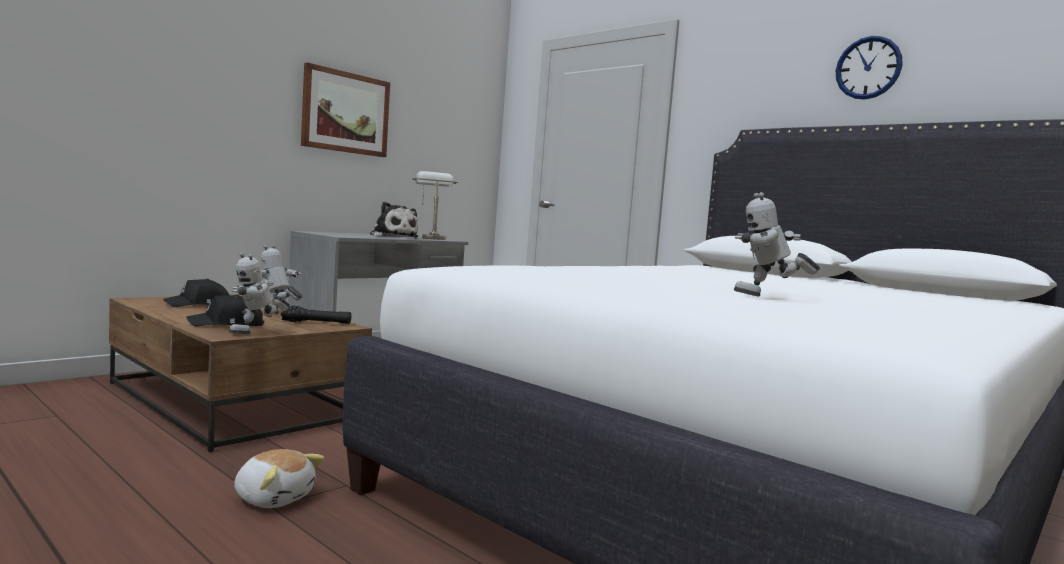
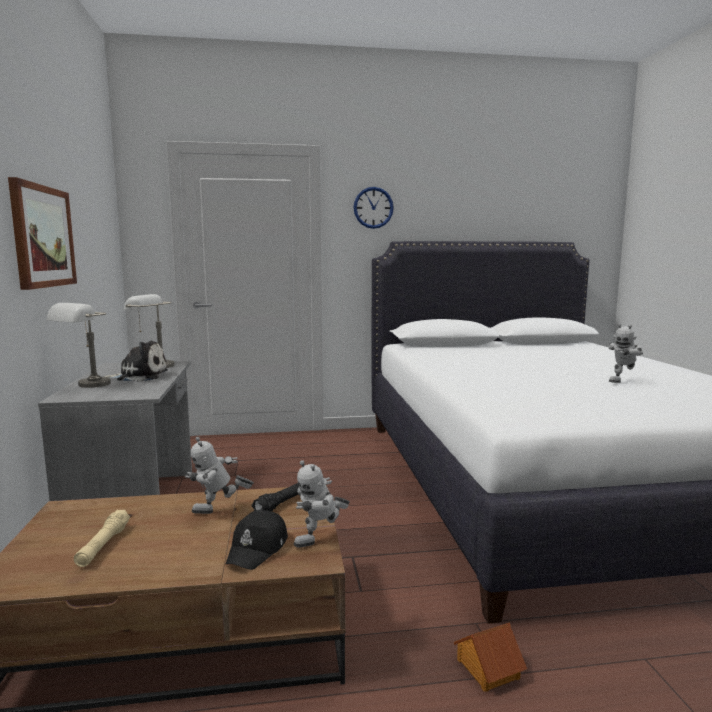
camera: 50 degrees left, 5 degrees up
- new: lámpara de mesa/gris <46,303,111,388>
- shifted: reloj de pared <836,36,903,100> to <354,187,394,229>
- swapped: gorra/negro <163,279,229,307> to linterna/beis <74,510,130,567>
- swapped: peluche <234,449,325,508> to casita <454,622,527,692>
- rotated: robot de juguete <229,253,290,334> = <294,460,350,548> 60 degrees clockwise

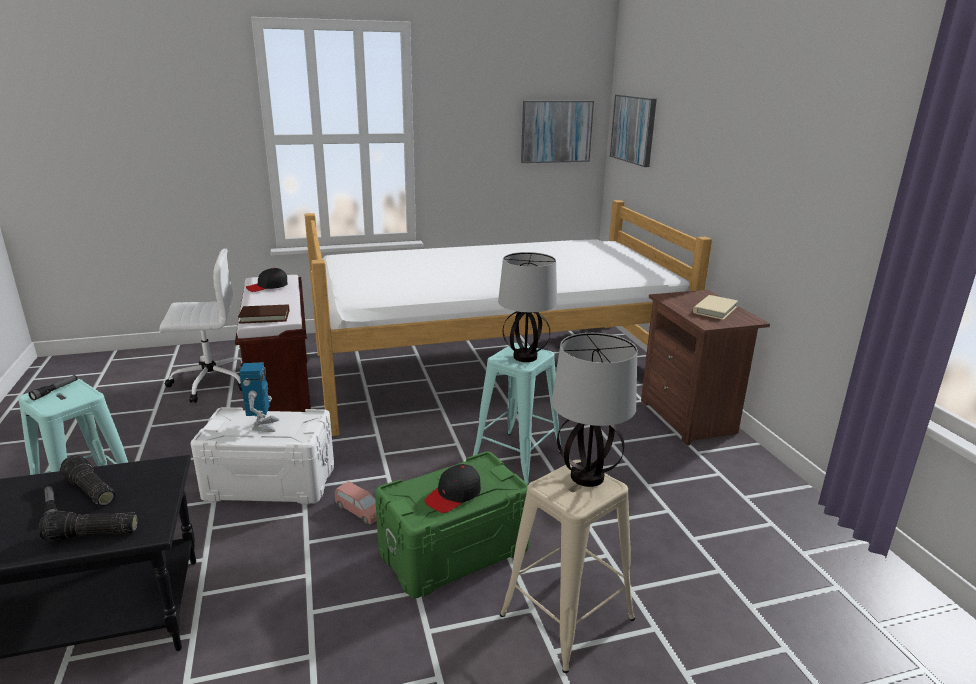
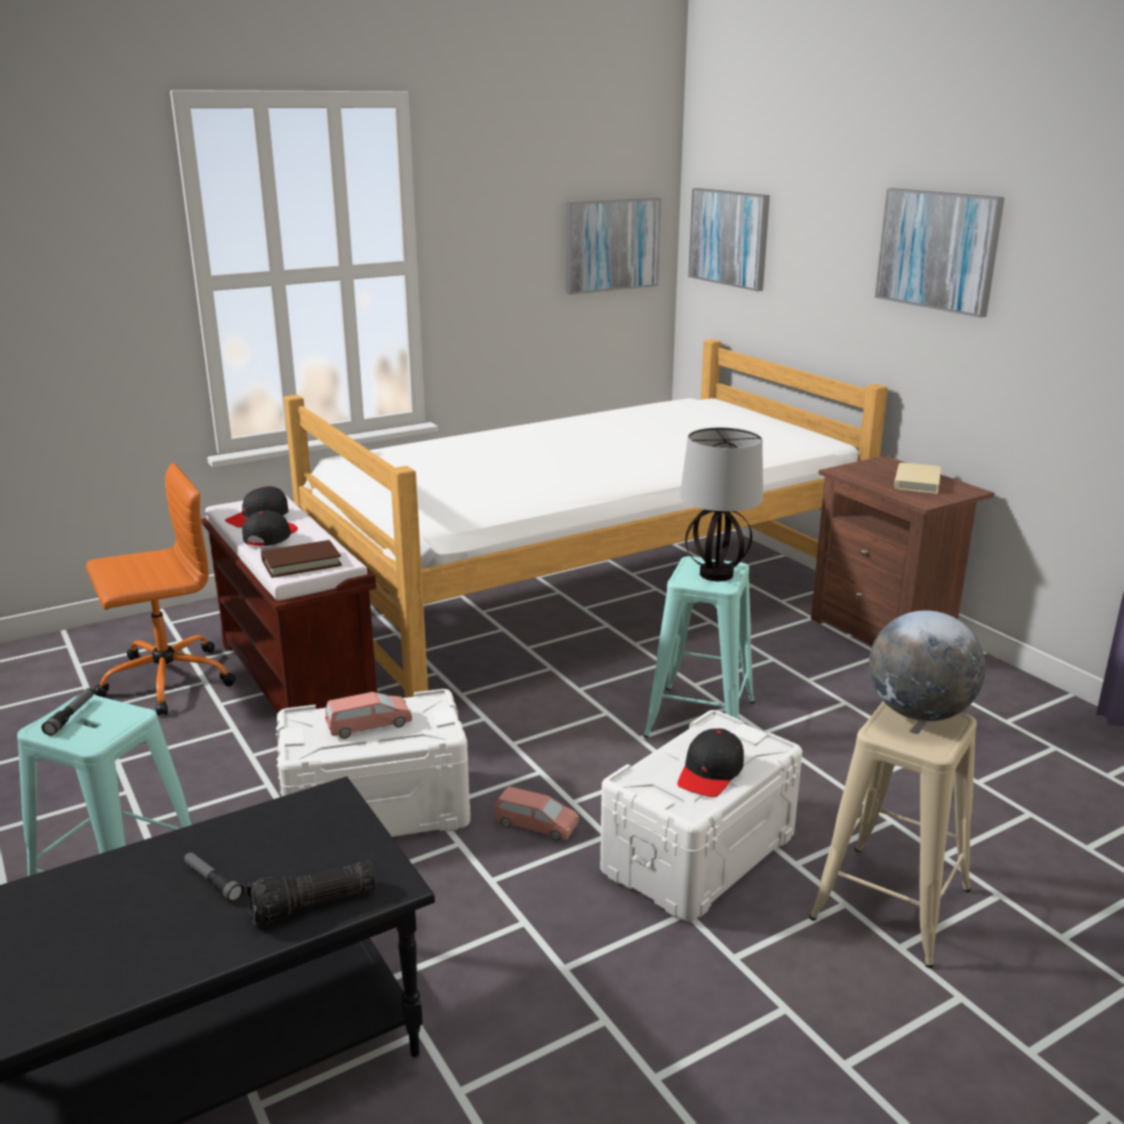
camera: 15 degrees left, 0 degrees up
- gone: linterna <60,455,115,506>
- new: gorra/negro <242,510,298,546>
- new: cuadro <875,188,1005,318>
- swapped: robot de juguete <239,362,279,432> to coche de juguete/rosa <325,692,412,739>
- swapped: lámpara de mesa <552,333,637,487> to globo terráqueo <869,610,986,722>
- repainted: silla de oficina/blanco <159,248,243,403> to silla de oficina/naranja <86,463,236,716>
- repainted: caja de almacenaje/verde <375,452,529,598> to caja de almacenaje/blanco <600,710,802,921>

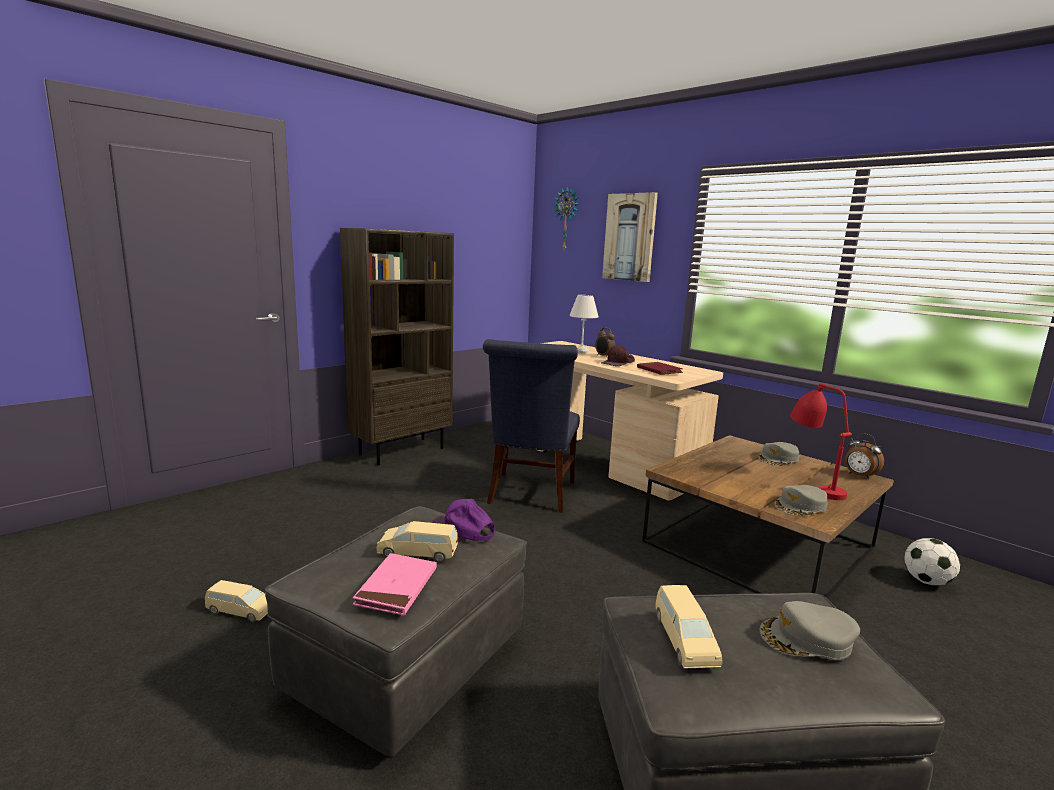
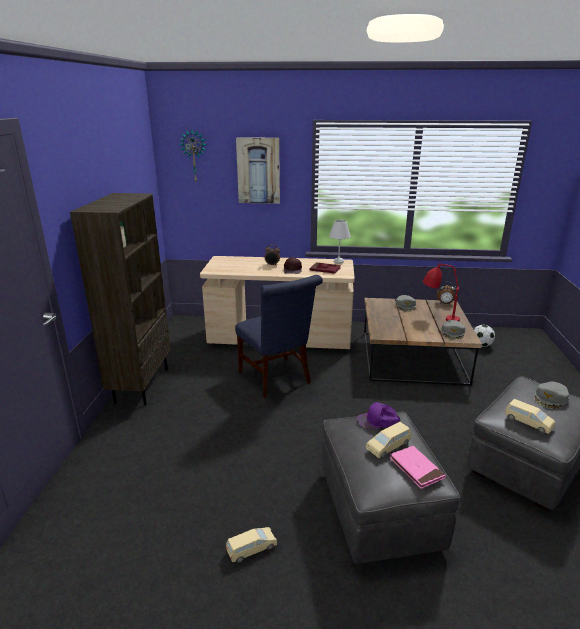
camera: 40 degrees left, 10 degrees up
- shifted: lámpara de mesa/blanco <570,295,599,353> to <329,220,351,263>

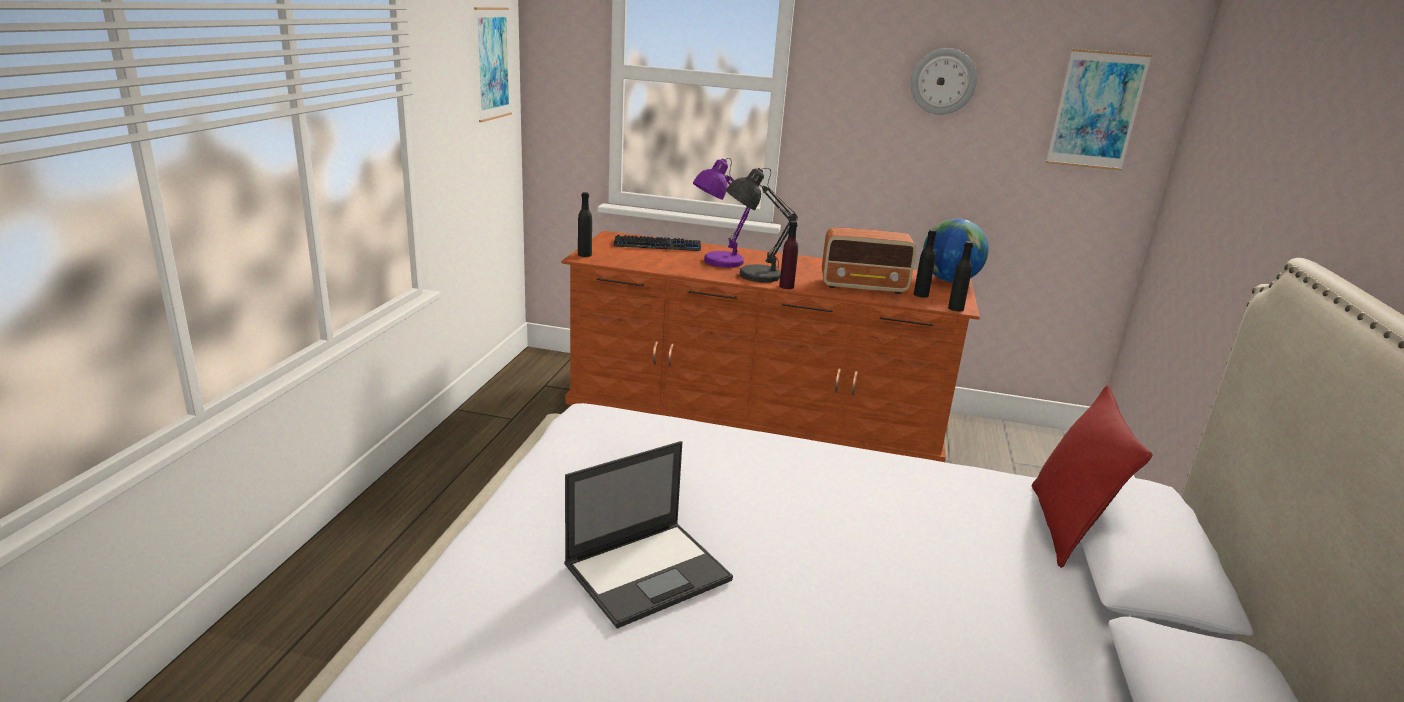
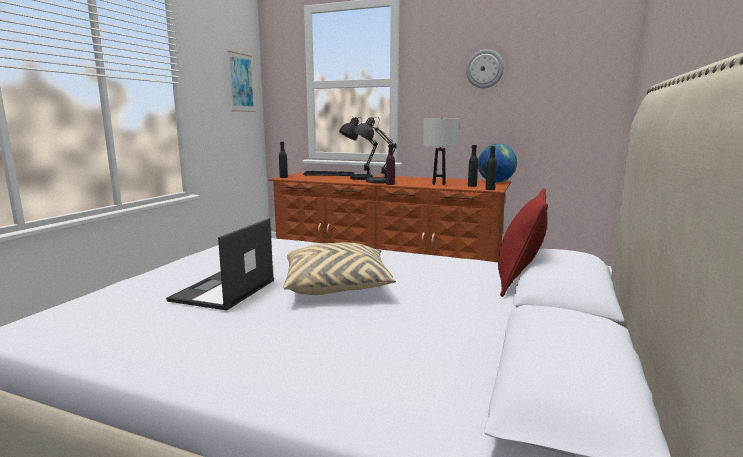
camera: 10 degrees right, 10 degrees down
- gone: cuadro <1046,49,1152,171>
- new: cojín/beis <284,243,396,295>
- swapped: radio <822,227,916,294> to lámpara de mesa/blanco <423,118,459,185>
- repainted: lámpara de mesa/morado <693,158,750,268> to lámpara de mesa/negro <339,117,378,180>
- rotated: portátil <564,441,733,629> = <166,218,274,310> 135 degrees clockwise

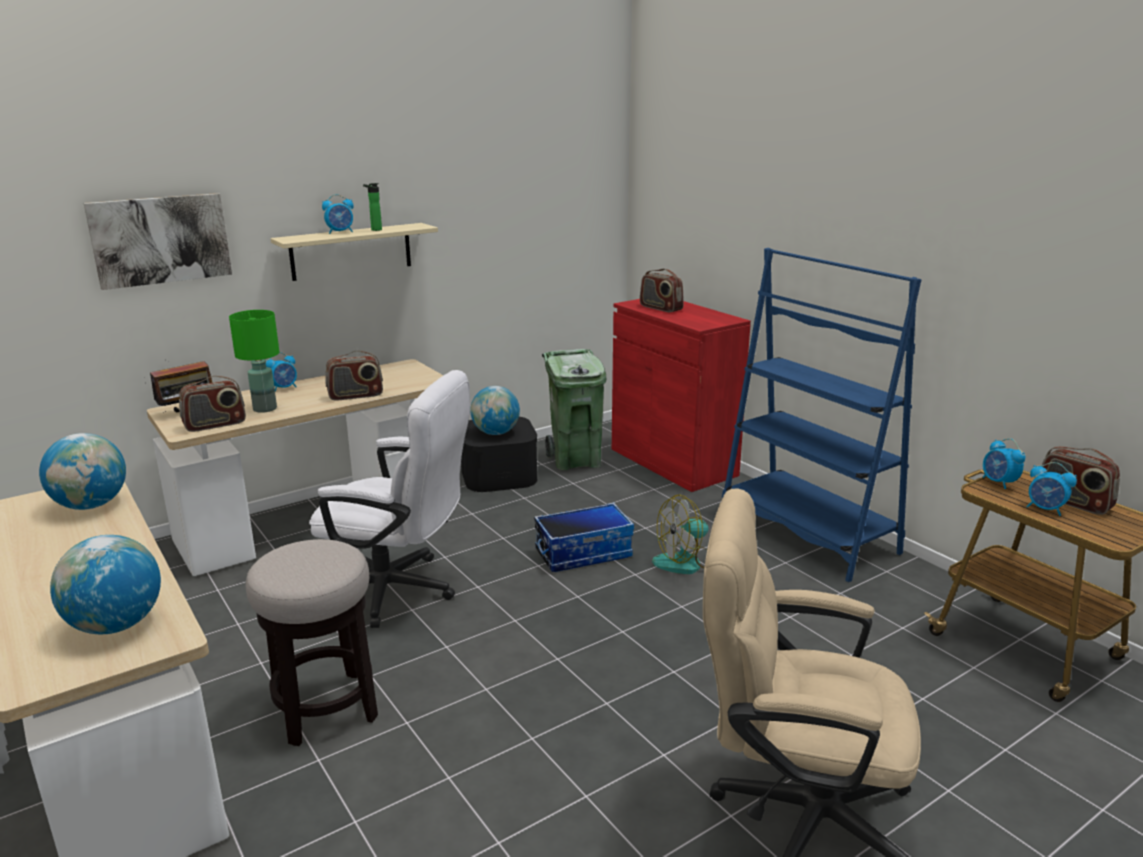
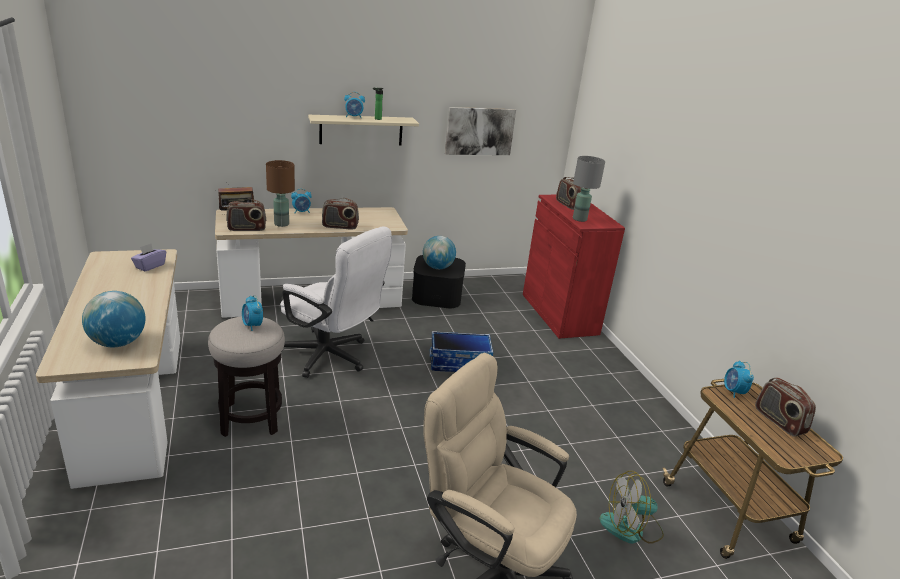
camera: 15 degrees right, 5 degrees up
- gone: papelera/verde <542,349,607,470>
- gone: estantería/azul <722,248,921,582>
- new: lámpara de mesa/gris <573,156,605,222>
- shifted: cuadro <84,193,232,290> to <445,107,516,155>
- shifted: ventilador <652,495,708,574> to <599,471,664,544>
- shifted: despertador <1026,462,1077,516> to <242,295,263,331>
- swapped: globo terráqueo <39,433,126,510> to caja de pañuelos/morado <131,244,166,272>
- repainted: lámpara de mesa/verde <229,310,279,413> to lámpara de mesa/marrón <266,160,295,227>

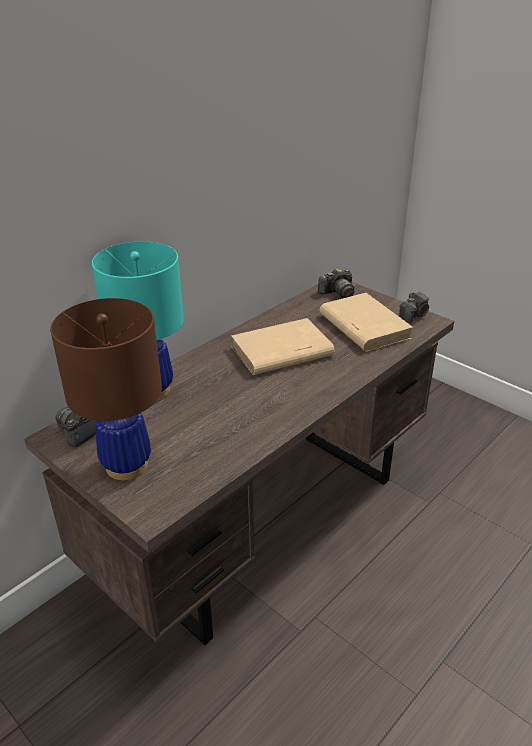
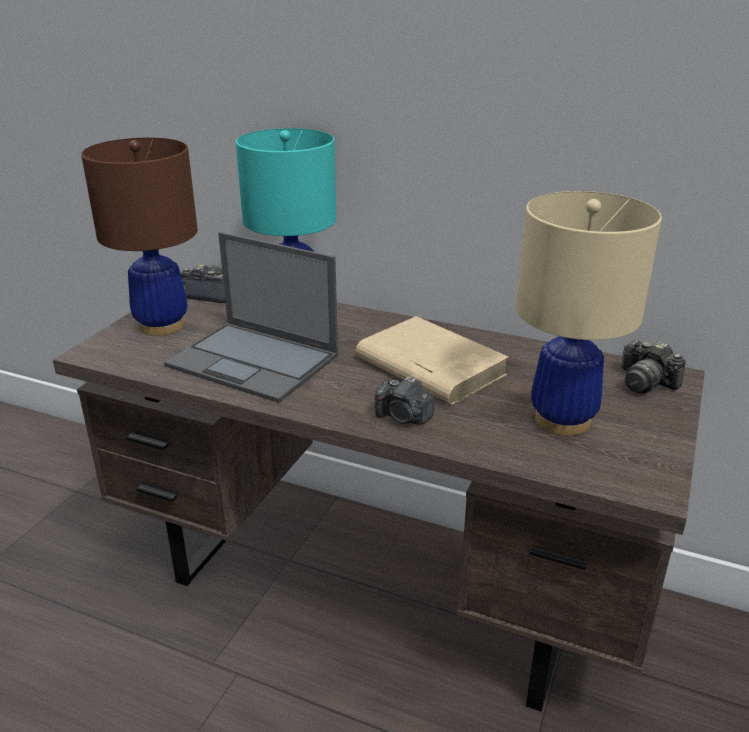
camera: 70 degrees right, 5 degrees down
- new: portátil <164,232,338,403>
- shifted: cámara <399,291,429,323> to <375,377,434,425>
- swapped: libro/beis <319,293,413,352> to lámpara de mesa/beis <516,191,662,436>

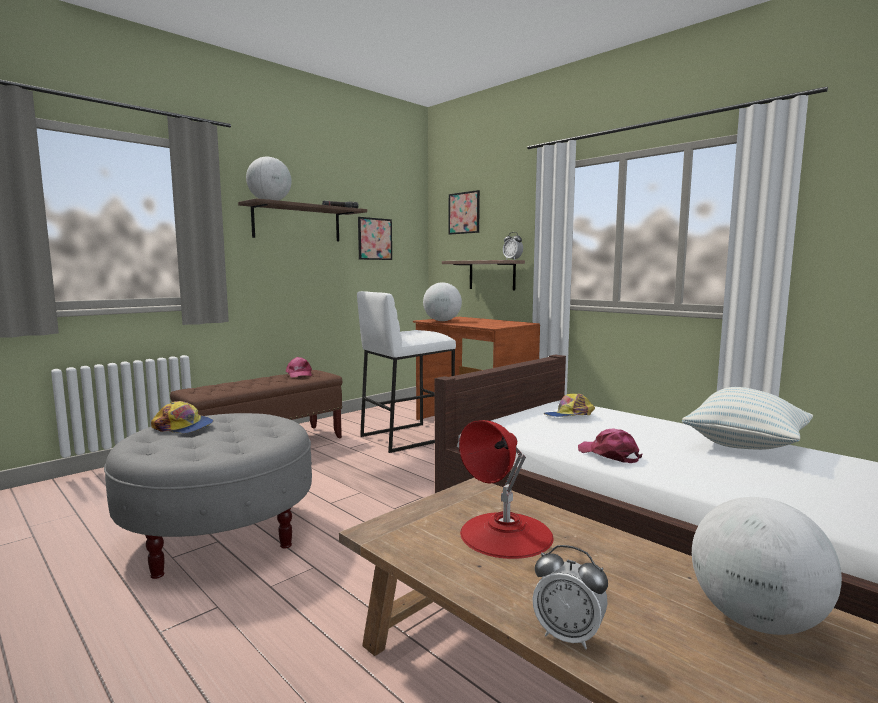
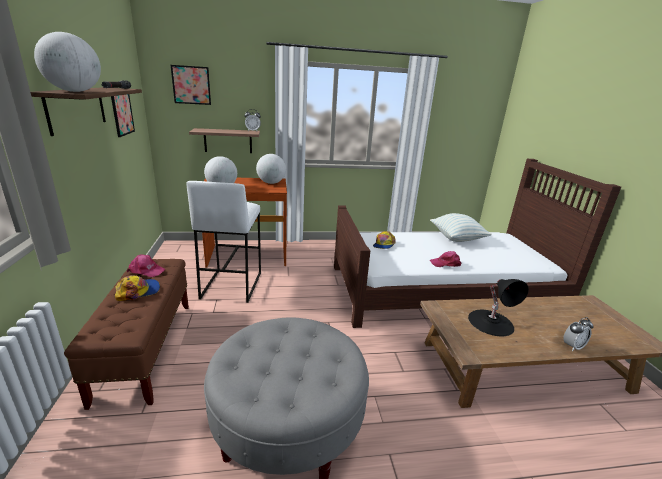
camera: 55 degrees left, 15 degrees up
- shifted: gorra <151,401,214,433> to <115,275,160,301>
- shifted: globo terráqueo <692,497,842,635> to <256,154,286,184>
- repainted: lámpara de mesa/rojo <459,420,554,559> to lámpara de mesa/negro <468,279,529,336>

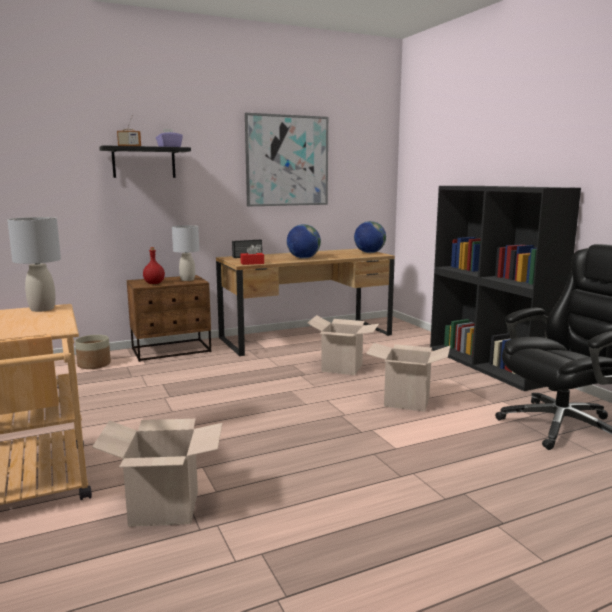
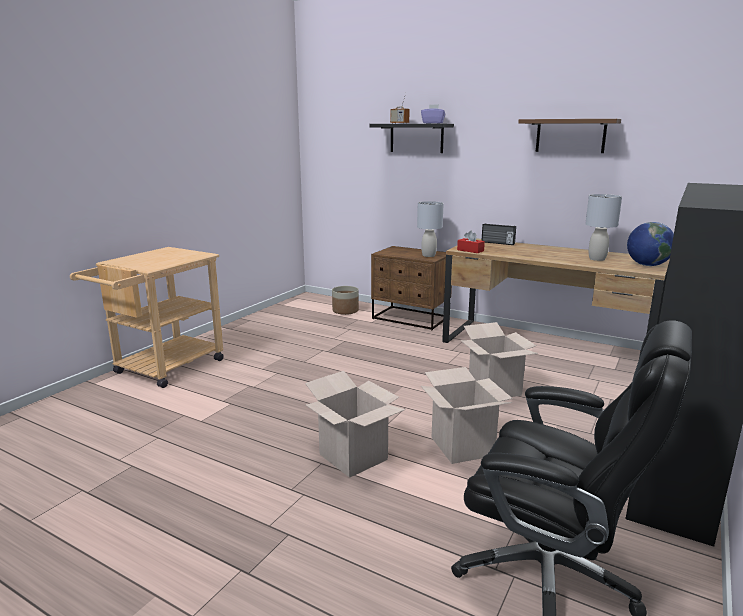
camera: 55 degrees right, 5 degrees up
- gone: botella/rojo <143,247,165,284>
- gone: globo terráqueo <287,224,321,259>
- shifted: lámpara de mesa/gris <7,217,61,312> to <585,194,622,261>
- shifted: caja de cartón <92,419,222,527> to <305,371,405,478>
- swapped: cuadro <245,113,328,206> to estante/marrón <518,119,621,153>

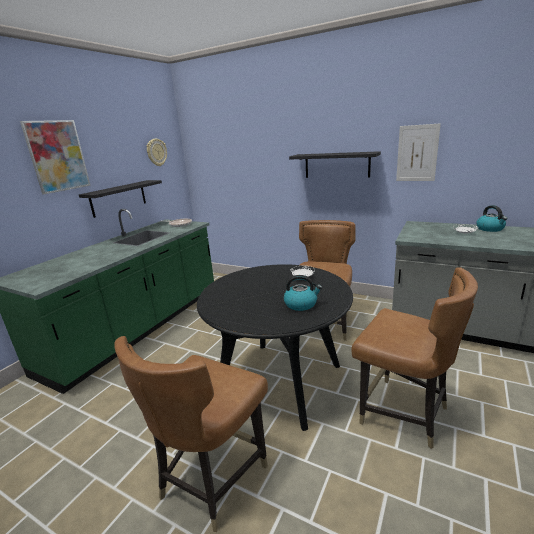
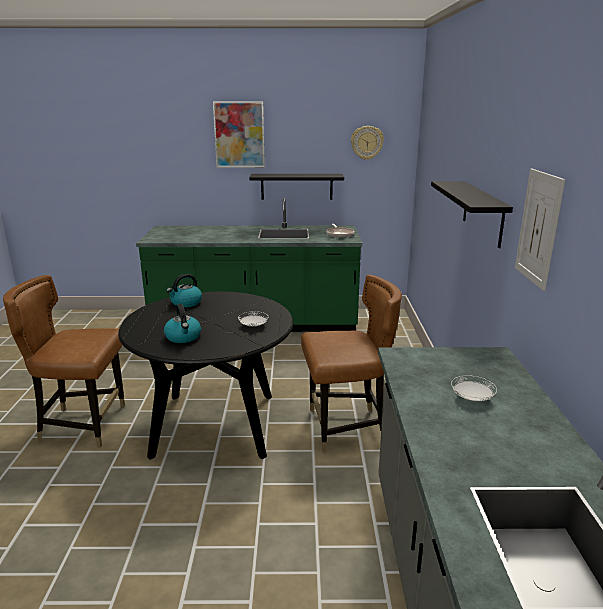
camera: 60 degrees right, 0 degrees up
- gone: silla/marrón <351,267,478,449>
- shifted: hervidor <476,205,507,232> to <166,274,202,307>

